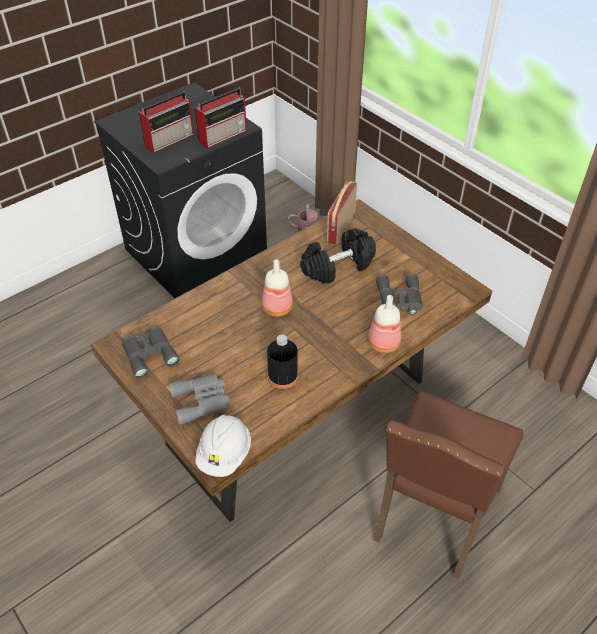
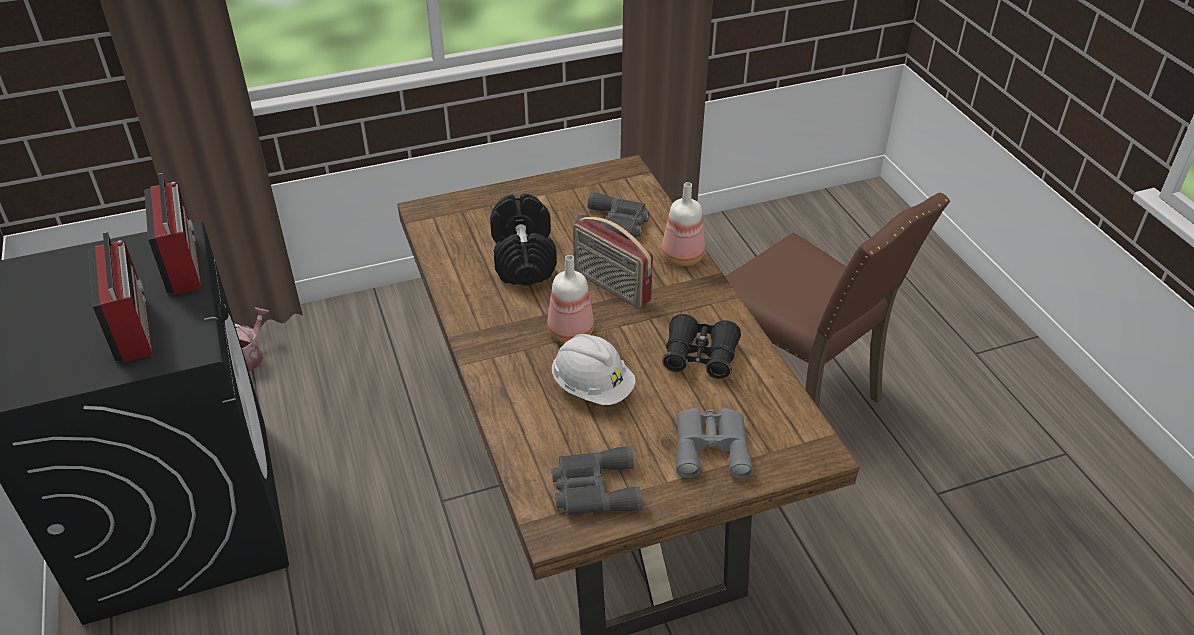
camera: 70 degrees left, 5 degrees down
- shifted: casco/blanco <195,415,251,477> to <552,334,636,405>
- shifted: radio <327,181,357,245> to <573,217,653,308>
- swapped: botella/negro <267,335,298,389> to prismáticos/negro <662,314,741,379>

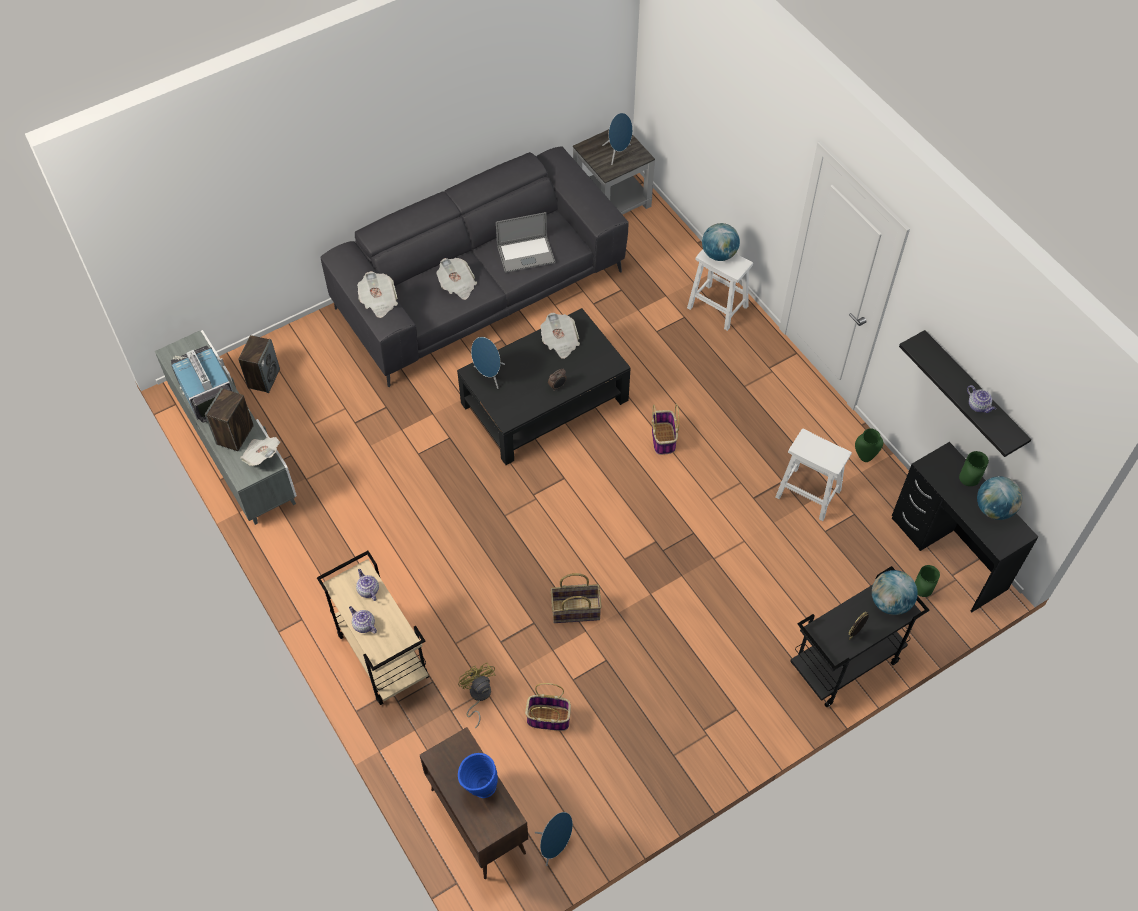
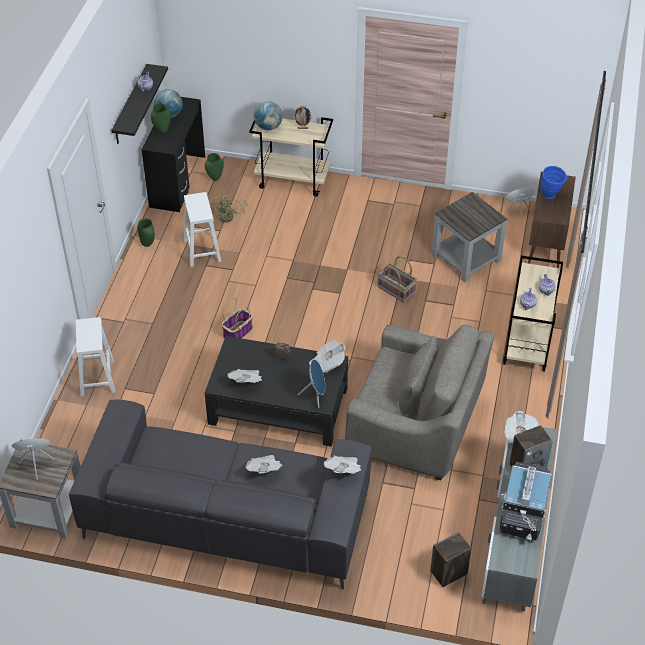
camera: 135 degrees left, 10 degrees down
- gone: portátil <496,212,555,273>
- gone: globo terráqueo <702,223,740,261>
- new: periódico <309,340,346,373>
- new: sillón/gris <345,324,494,480>
- shifted: ventilador/amarillo <458,663,495,729> to <212,195,248,222>
- swapped: cesta <525,683,571,731> to mesa auxiliar/gris <432,192,507,283>
- repainted: carrito/negro <790,566,929,707> to carrito/beis <249,117,333,197>

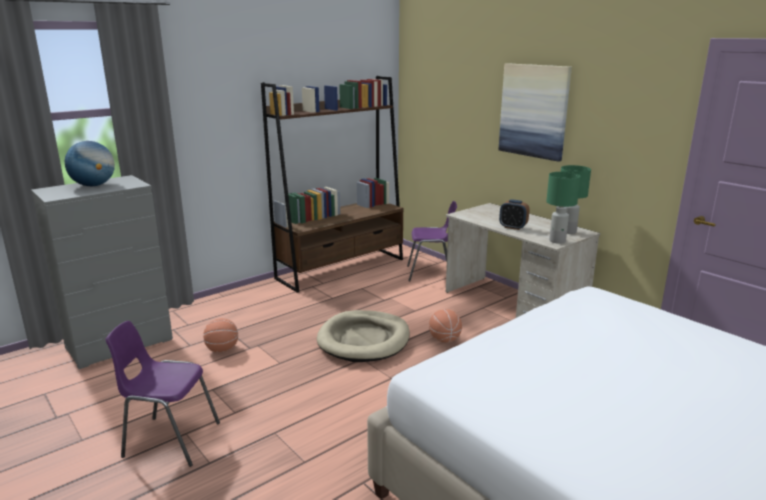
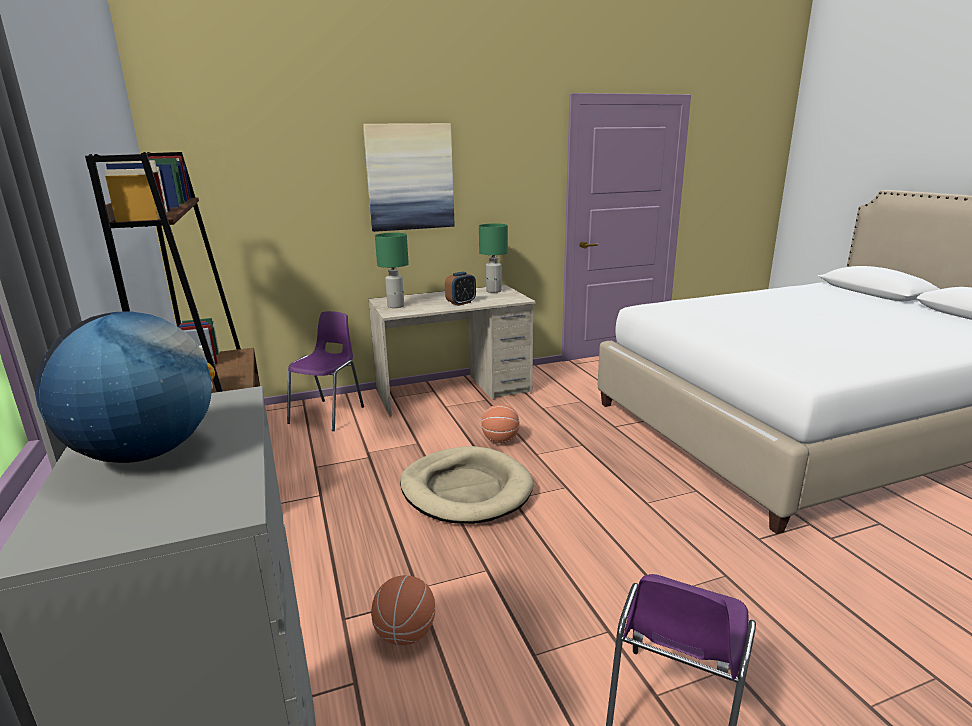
camera: 70 degrees left, 0 degrees up
- shifted: lámpara de mesa/verde <546,172,581,244> to <375,233,409,308>

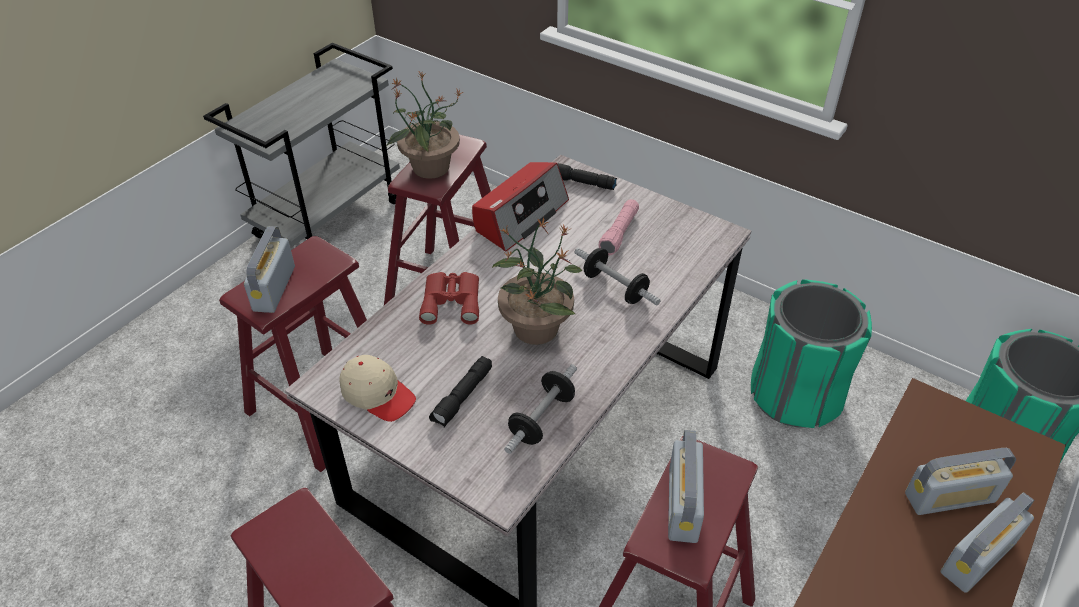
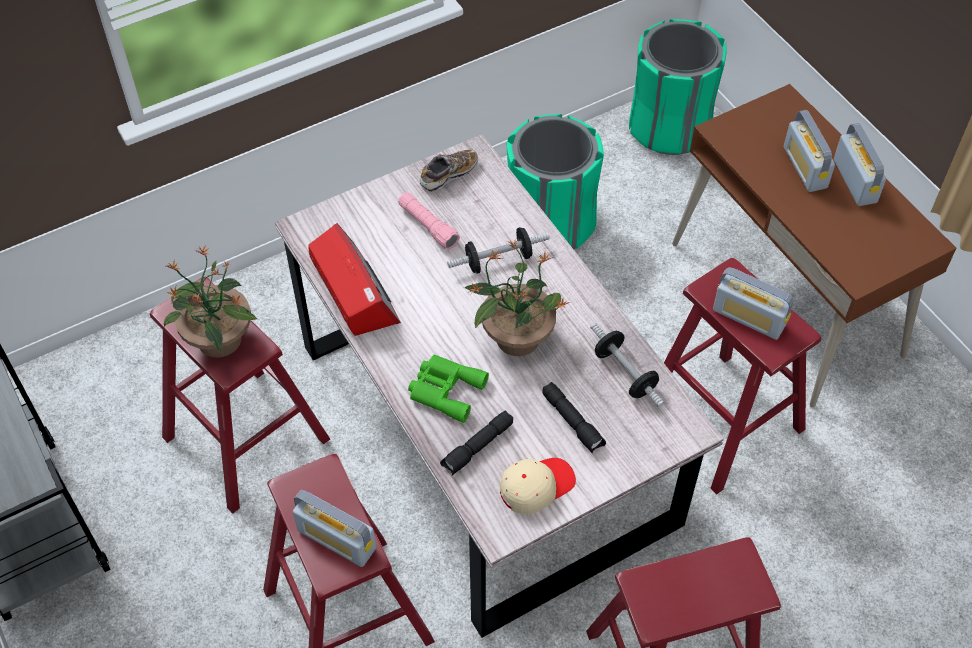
camera: 65 degrees left, 10 degrees up
- new: zapato <419,150,478,192>
- shifted: linterna/negro <552,162,617,190> to <440,410,513,476>
- repainted: prismáticos/rojo <419,272,479,325> to prismáticos/verde <408,354,489,423>
- rotated: radio <905,448,1016,515> = <784,110,835,192> 150 degrees clockwise

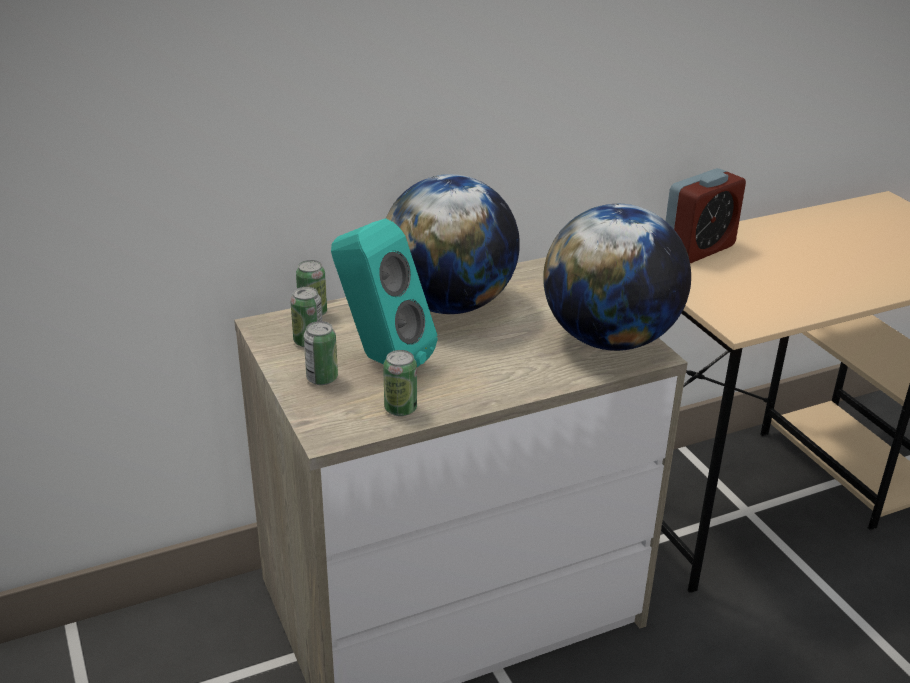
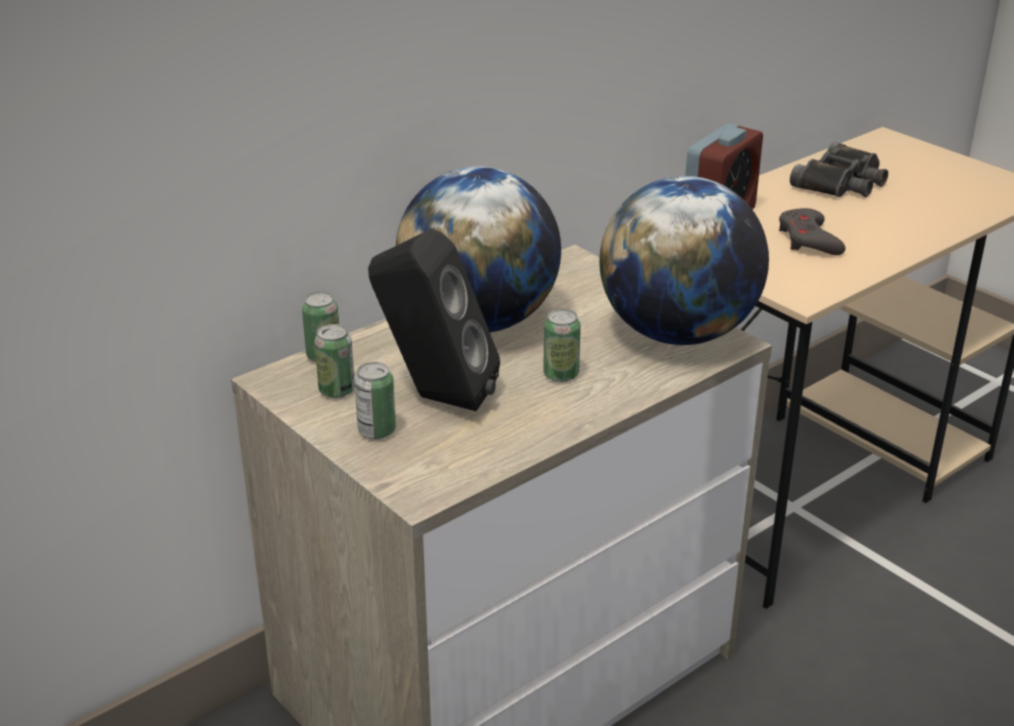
camera: 15 degrees left, 0 degrees up
- new: mando de consola/gris <779,208,846,255>
- new: prismáticos/negro <790,142,888,197>
- shifted: lata <383,350,417,416> to <543,309,581,382>
- repainted: altavoz/turquesa <331,219,438,367> to altavoz/negro <368,228,500,411>

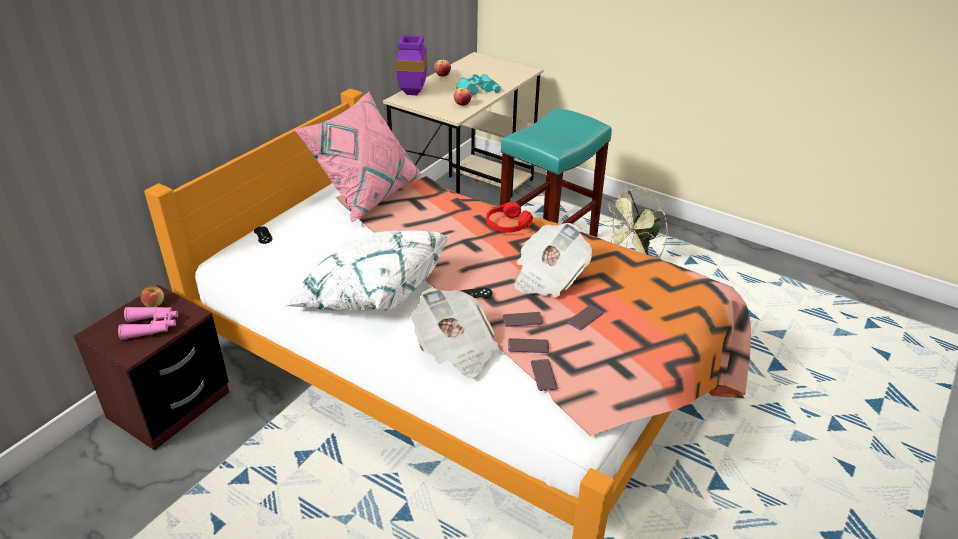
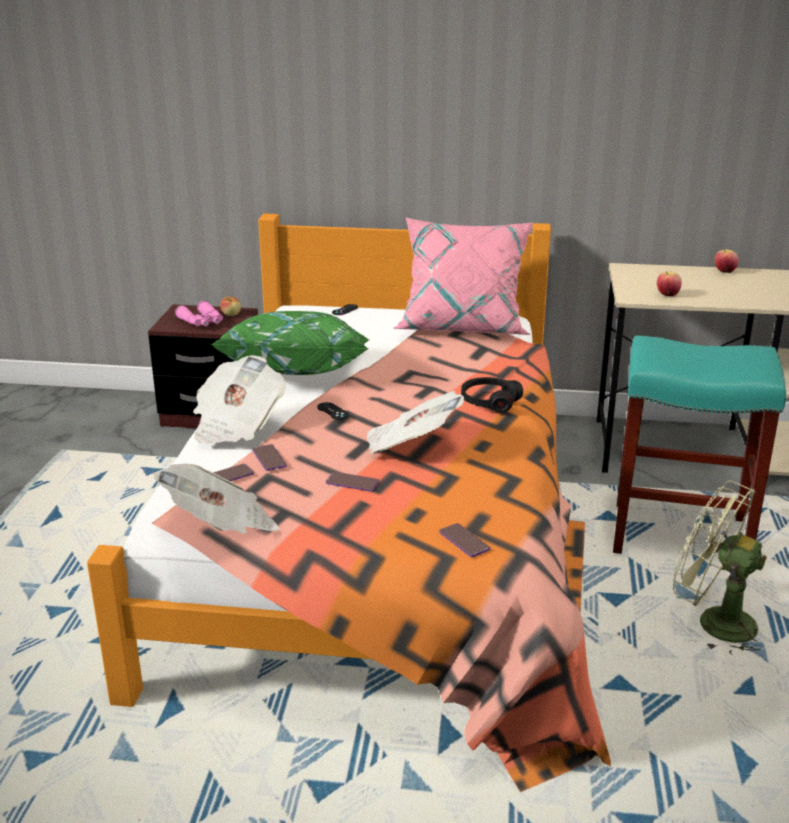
camera: 65 degrees right, 10 degrees down
- gone: florero/morado <396,35,428,95>
- gone: prismáticos/turquesa <456,74,501,97>
- new: periódico <153,464,280,534>
- shifted: móvil <503,312,543,327> to <439,523,491,557>
- repainted: cojín/blanco <284,230,449,312> to cojín/verde <211,311,369,375>
- repainted: auriculares/rojo <486,202,533,233> to auriculares/negro <461,377,523,412>

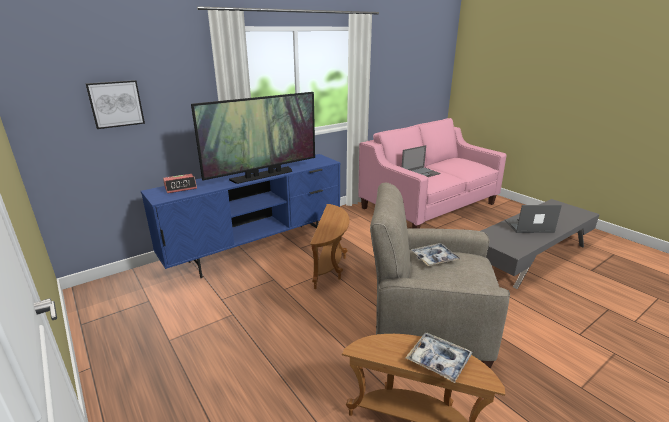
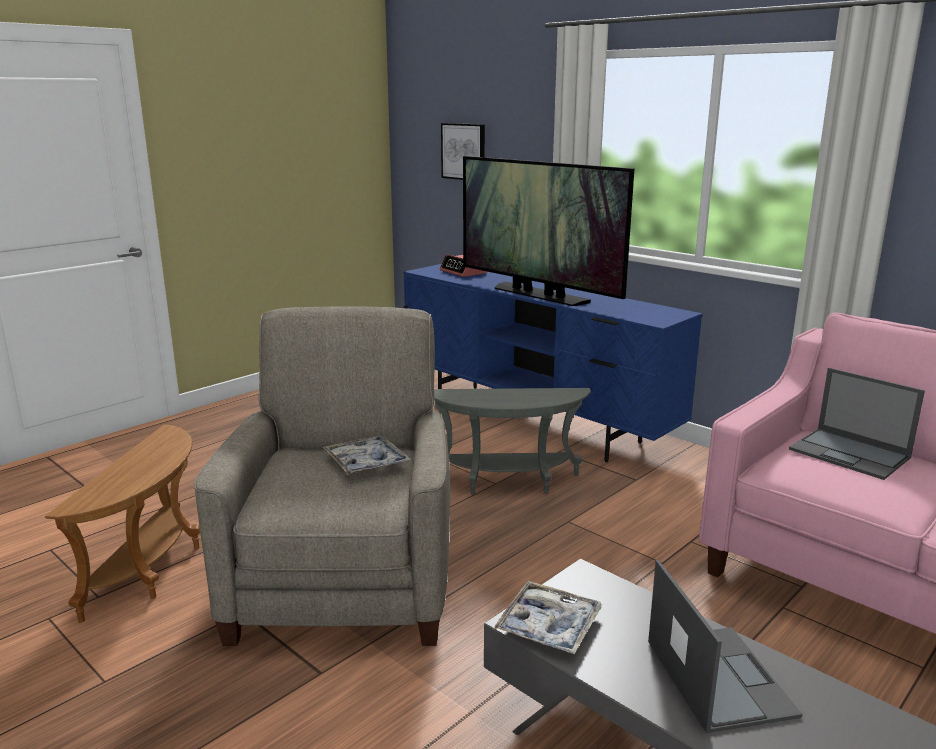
camera: 80 degrees right, 5 degrees down
- shifted: bandeja <405,333,473,383> to <493,581,602,655>
- repainted: mesa auxiliar/marrón <310,204,350,289> to mesa auxiliar/gris <434,388,591,495>

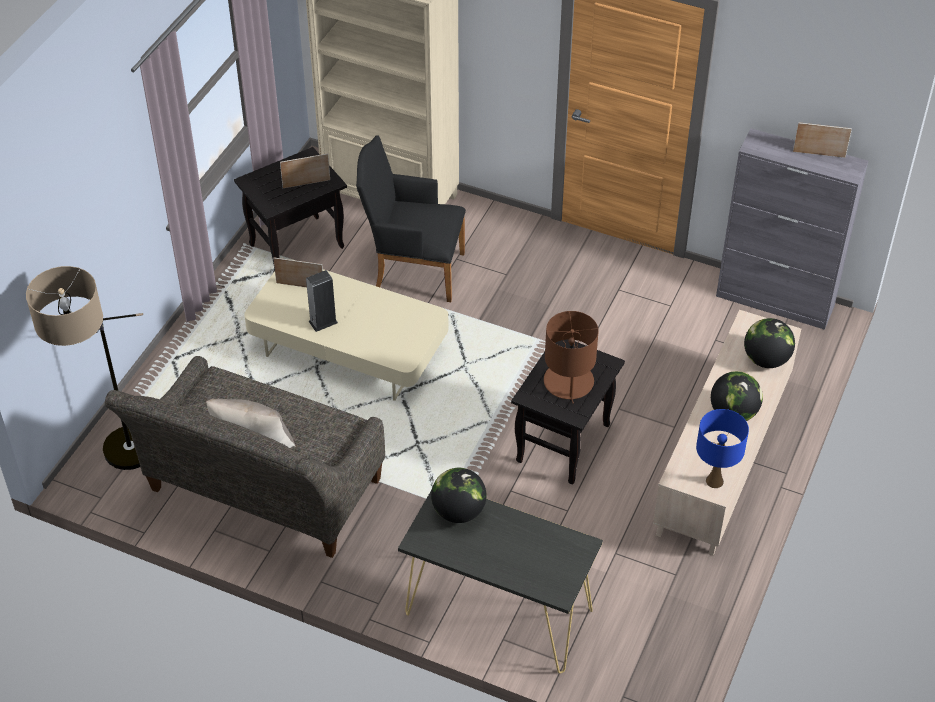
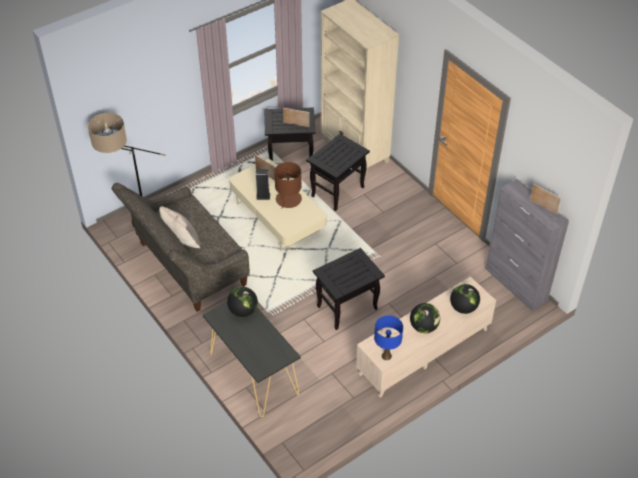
camera: 30 degrees right, 0 degrees up
- shifted: lámpara de mesa/marrón <544,311,599,404> to <274,162,302,209>
- swapped: sillón/negro <356,135,466,302> to mesa auxiliar/negro <306,134,370,211>

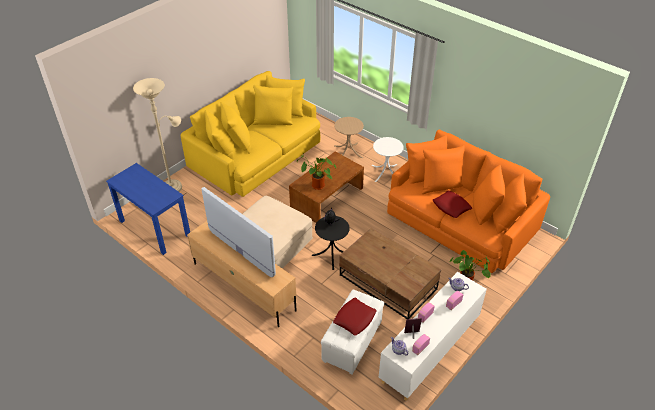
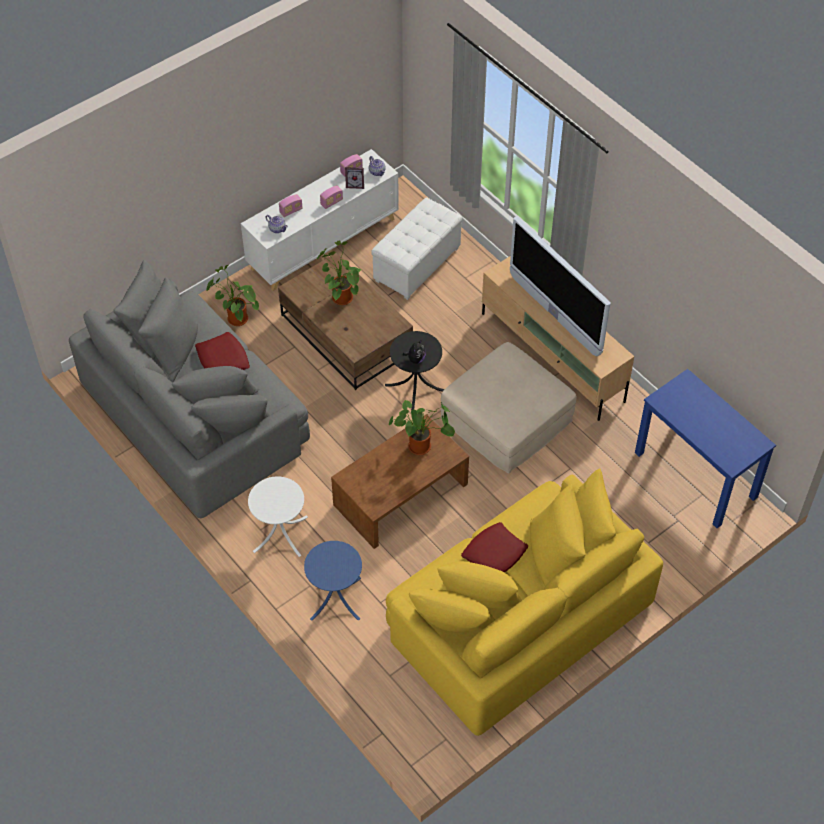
camera: 170 degrees left, 10 degrees up
- gone: lámpara de pie/beis <133,78,182,192>
- new: planta en maceta <316,241,363,305>
- shifted: cojín/rojo <333,298,377,336> to <461,522,528,572>
- repainted: mesa auxiliar/beis <334,117,364,158> to mesa auxiliar/azul <304,541,362,621>
- repainted: sofá/naranja <387,130,550,273> to sofá/gris <69,260,310,518>

